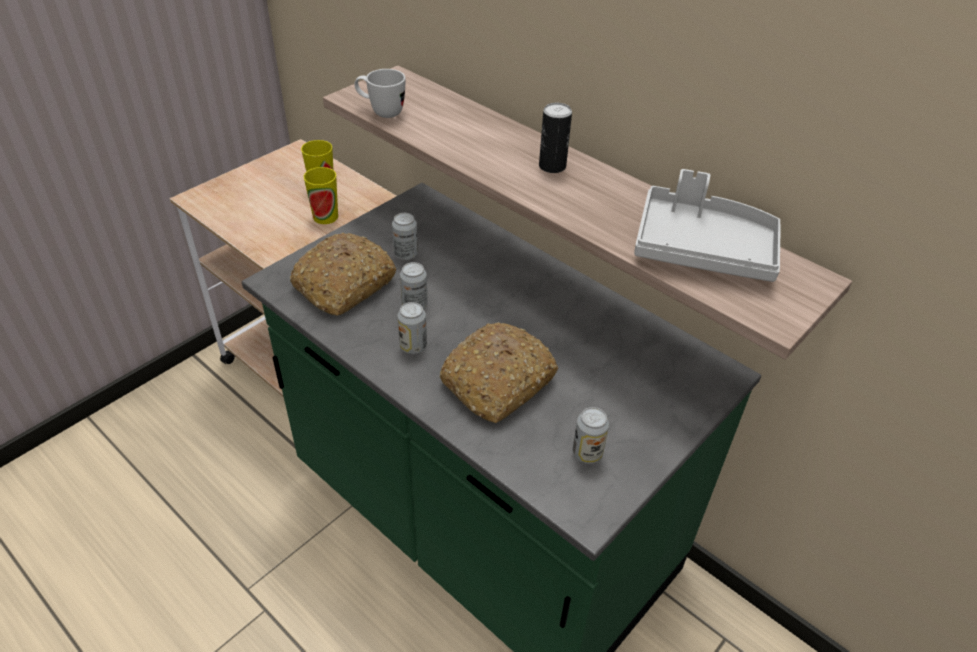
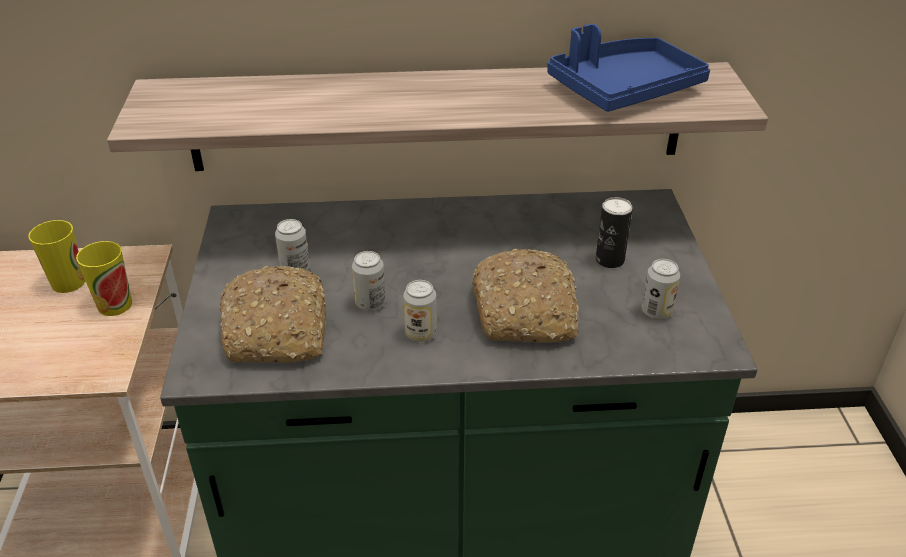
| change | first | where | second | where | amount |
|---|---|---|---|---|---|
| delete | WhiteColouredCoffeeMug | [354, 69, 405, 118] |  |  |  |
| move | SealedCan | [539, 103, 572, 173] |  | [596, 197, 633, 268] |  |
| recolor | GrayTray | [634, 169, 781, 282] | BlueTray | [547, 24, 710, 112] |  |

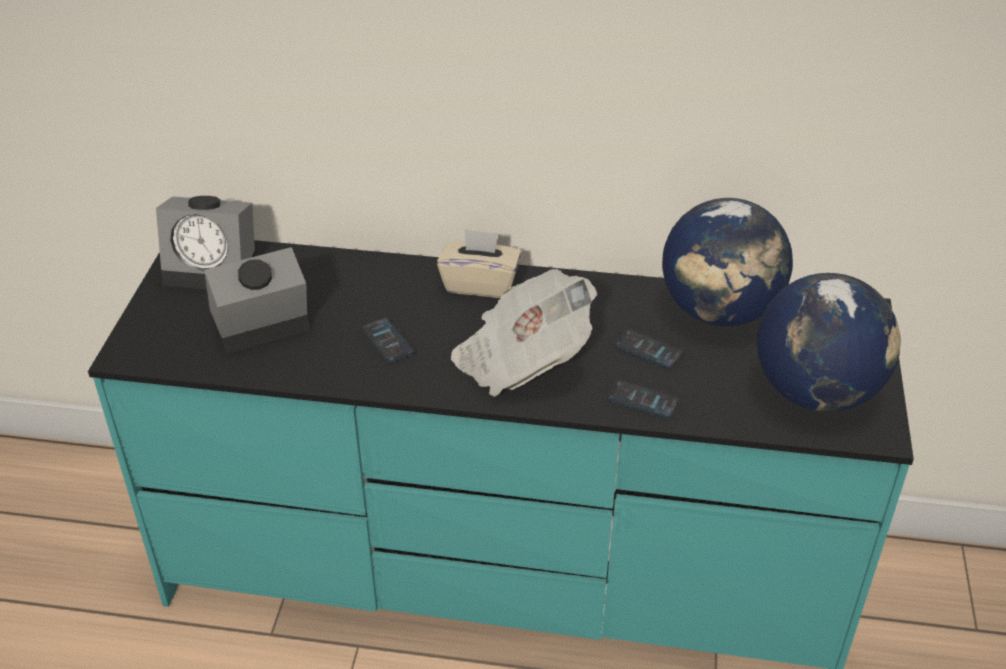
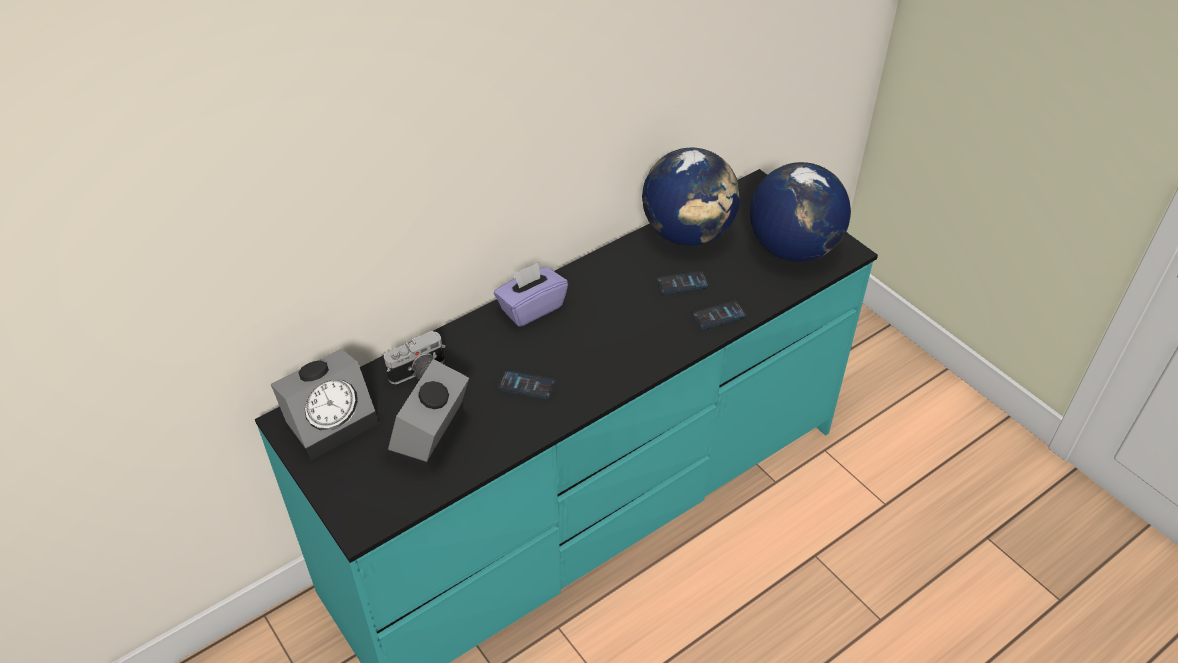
| change | first | where | second | where | amount |
|---|---|---|---|---|---|
| delete | PrintedPaper | [451, 269, 597, 397] |  |  |  |
| insert |  |  | PhotoCamera | [384, 331, 445, 384] |  |
| recolor | BeigeTissueHolder | [437, 229, 522, 298] | PurpleTissueHolder | [494, 262, 568, 327] |  |

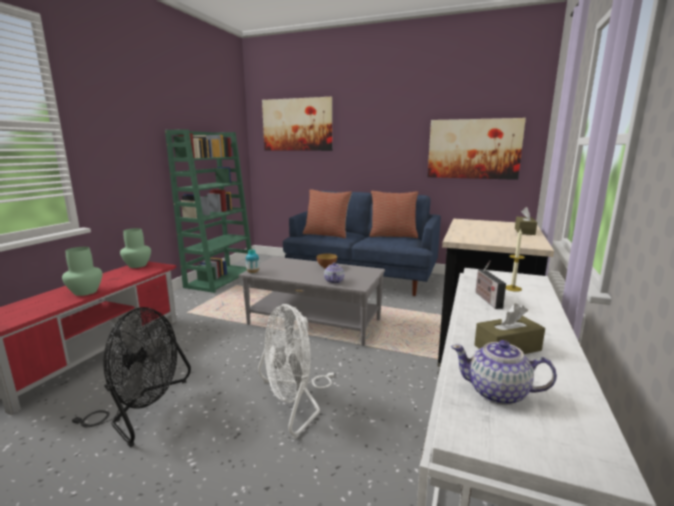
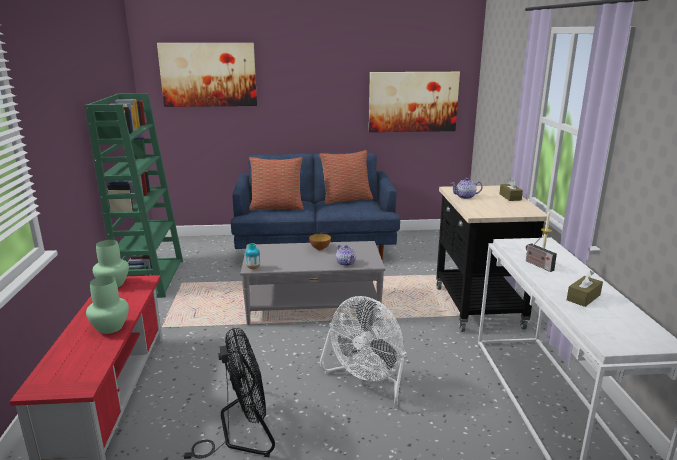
| change | first | where | second | where | amount |
|---|---|---|---|---|---|
| move | TeaPot | [451, 340, 557, 405] |  | [450, 178, 483, 199] |  |

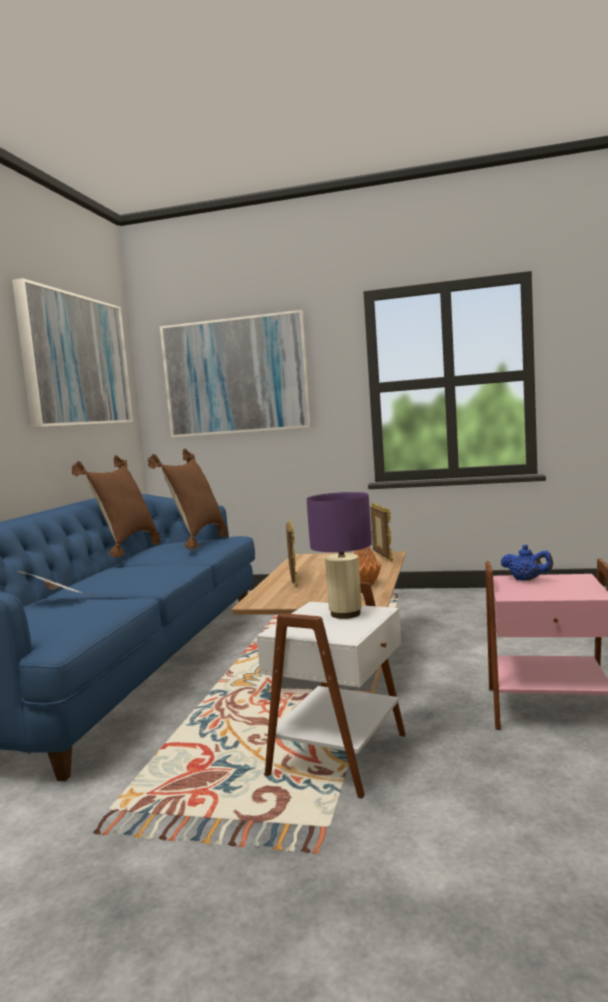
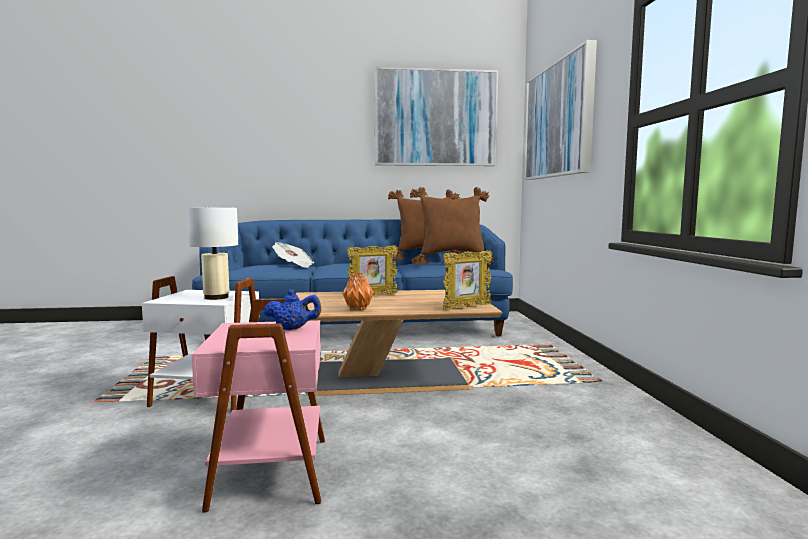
| change | first | where | second | where | amount |
|---|---|---|---|---|---|
| recolor | PurpleTableLamp | [307, 492, 372, 619] | WhiteColouredTableLamp | [187, 208, 238, 300] |  |
| rotate | BlueTeaPot | [501, 545, 553, 581] |  | [264, 289, 321, 330] | 105 degrees counterclockwise |

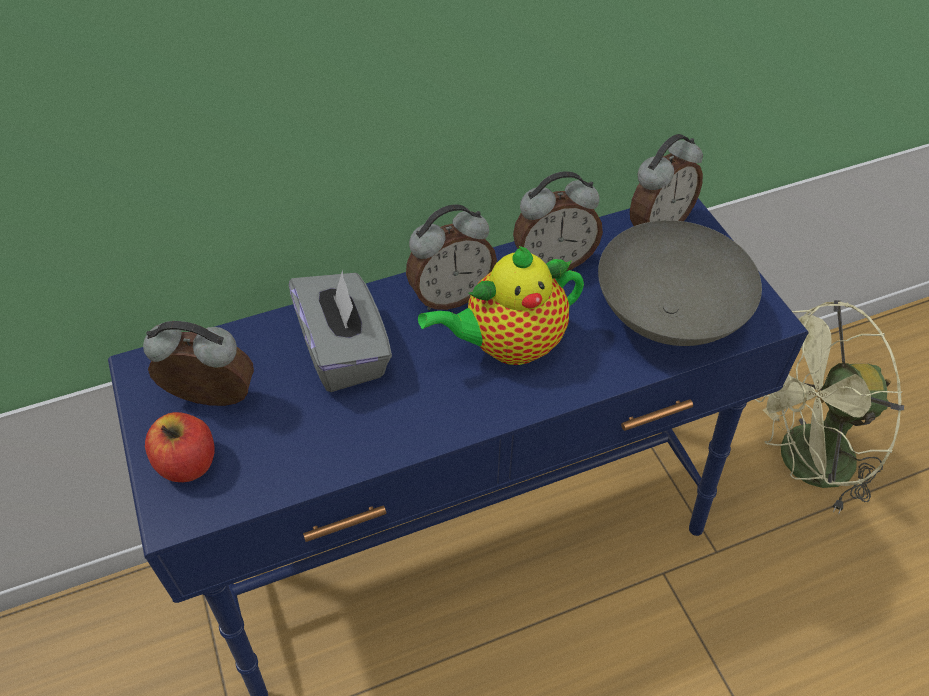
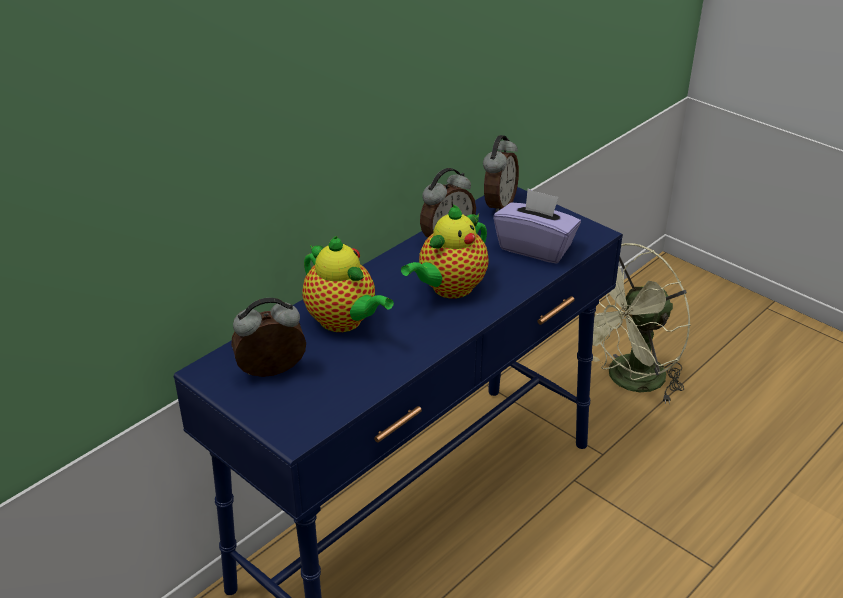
| change | first | where | second | where | amount |
|---|---|---|---|---|---|
| delete | AppleFruit | [145, 412, 215, 482] |  |  |  |
| delete | TableClock | [406, 204, 497, 310] |  |  |  |
| replace | GrayTissueHolder | [289, 270, 392, 392] | TeaPot | [302, 236, 394, 332] |  |
| replace | GrayBowl | [598, 220, 762, 346] | PurpleTissueHolder | [493, 189, 581, 264] |  |

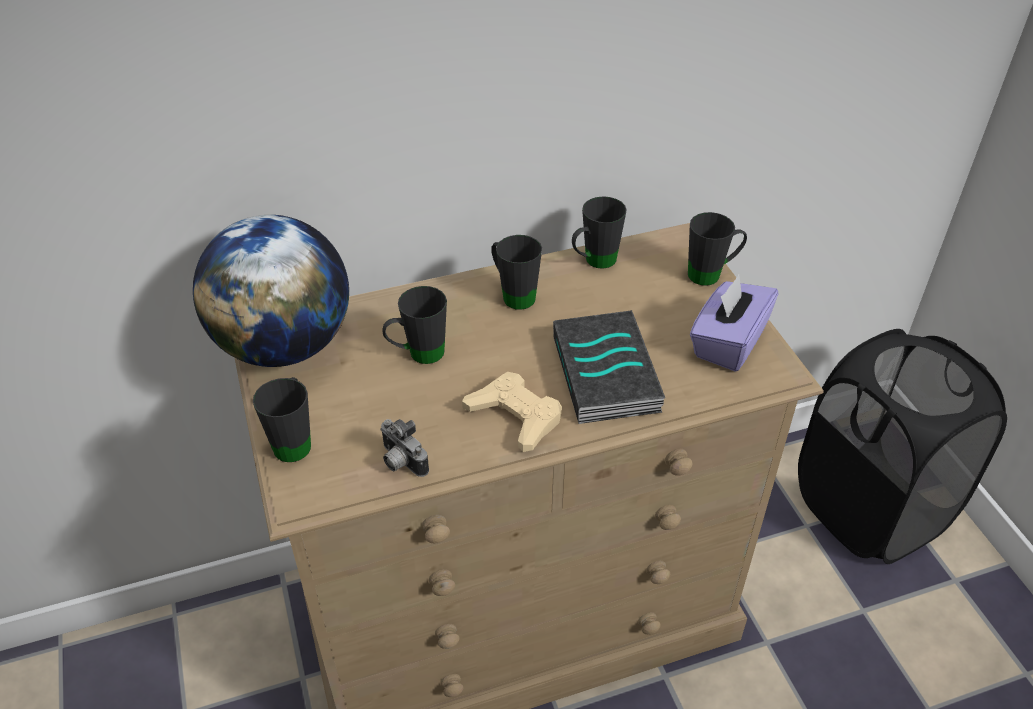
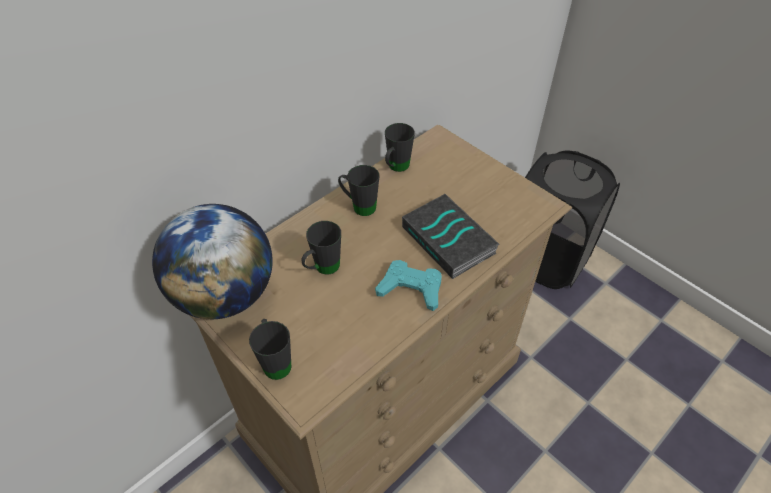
| change | first | where | second | where | amount |
|---|---|---|---|---|---|
| delete | PhotoCamera | [381, 419, 429, 477] |  |  |  |
| delete | BlackishCoffeeMug | [688, 212, 747, 286] |  |  |  |
| delete | PurpleTissueHolder | [690, 275, 778, 372] |  |  |  |
| recolor | BeigeGamepad | [462, 372, 562, 452] | BlueGreenGamepad | [375, 260, 442, 311] |  |

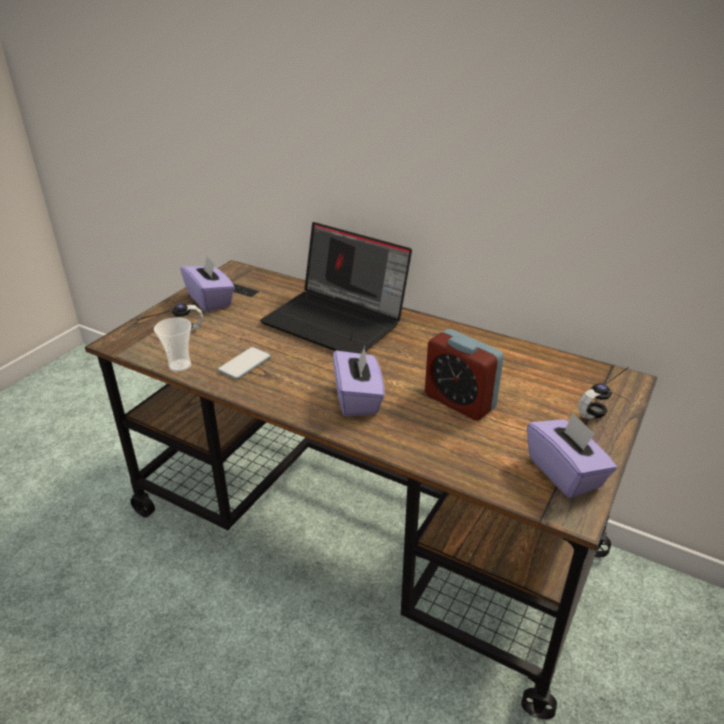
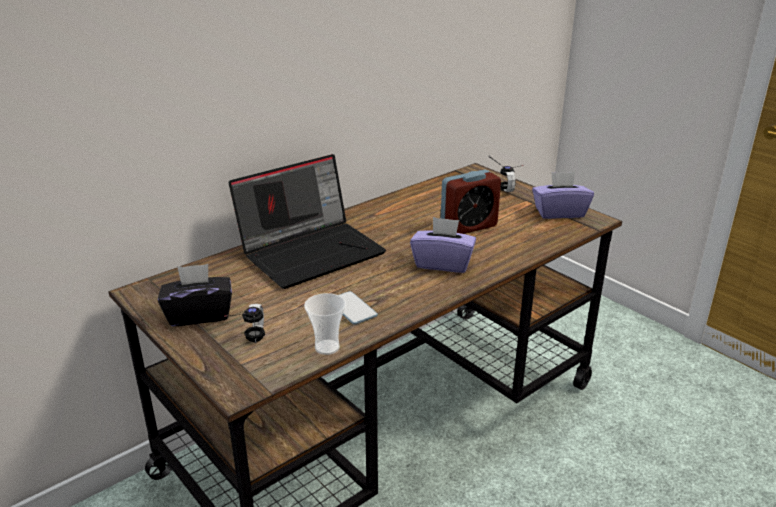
| change | first | where | second | where | amount |
|---|---|---|---|---|---|
| recolor | PurpleTissueHolder | [181, 256, 235, 312] | BlackishTissueHolder | [158, 264, 232, 327] |  |

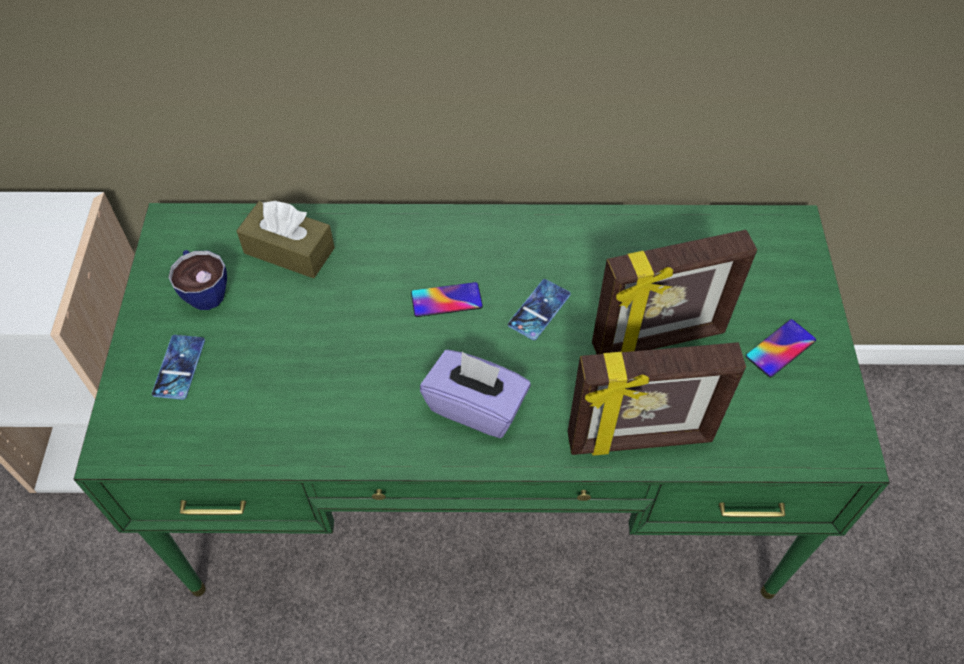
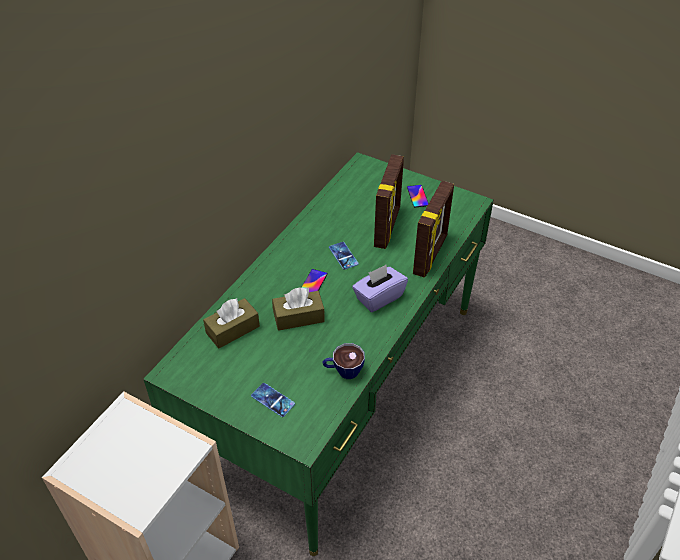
| change | first | where | second | where | amount |
|---|---|---|---|---|---|
| insert |  |  | BrownColouredTissueHolder | [272, 287, 325, 331] |  |
| move | SmallCup | [168, 250, 227, 310] |  | [322, 343, 365, 379] |  |

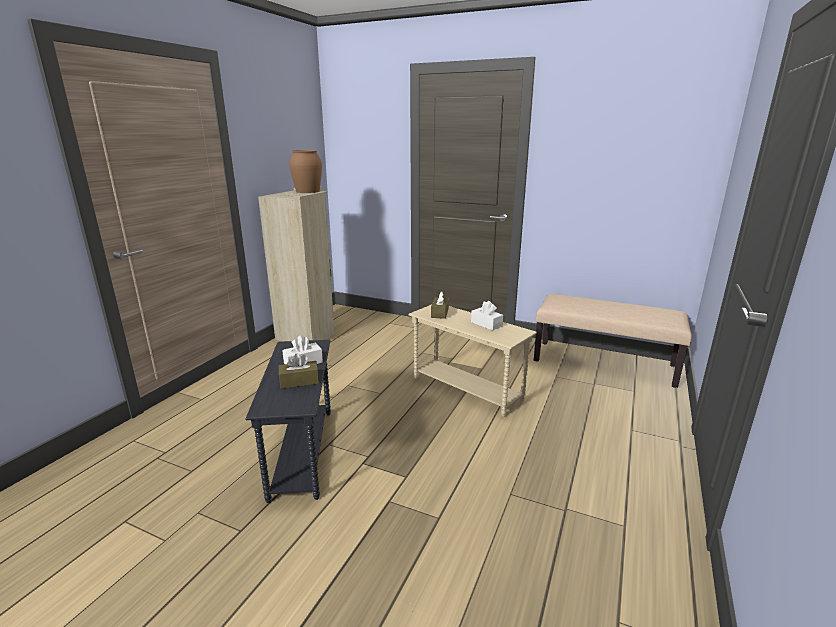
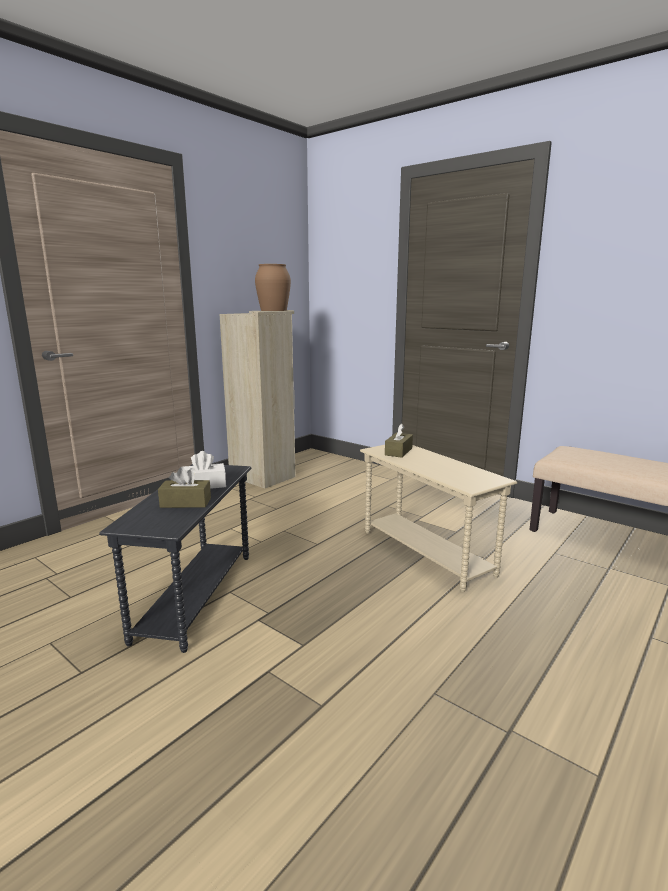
| change | first | where | second | where | amount |
|---|---|---|---|---|---|
| delete | WhiteColouredTissueHolder | [471, 301, 503, 331] |  |  |  |

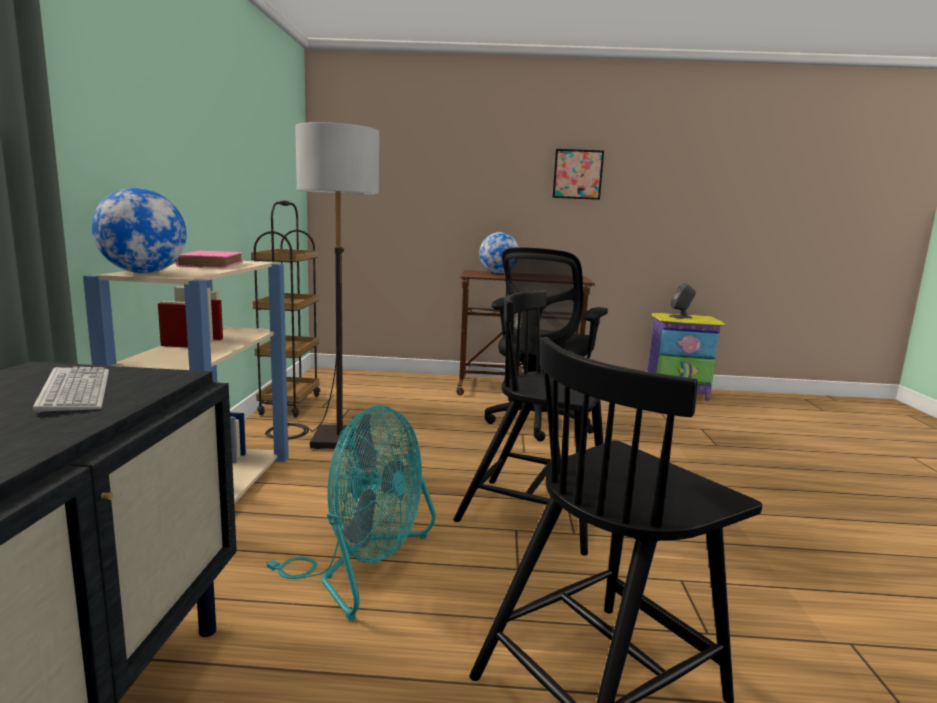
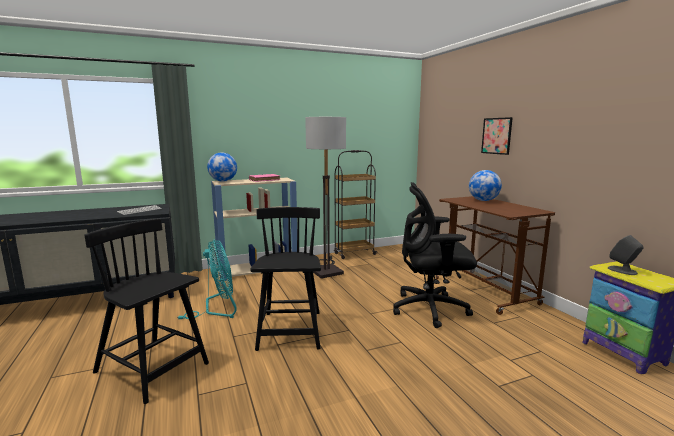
| change | first | where | second | where | amount |
|---|---|---|---|---|---|
| move | WallPicture | [552, 149, 604, 200] |  | [481, 117, 513, 155] |  |
| rotate | BlueGreenElectricFan | [267, 405, 436, 621] |  | [177, 240, 237, 319] | 105 degrees counterclockwise |

